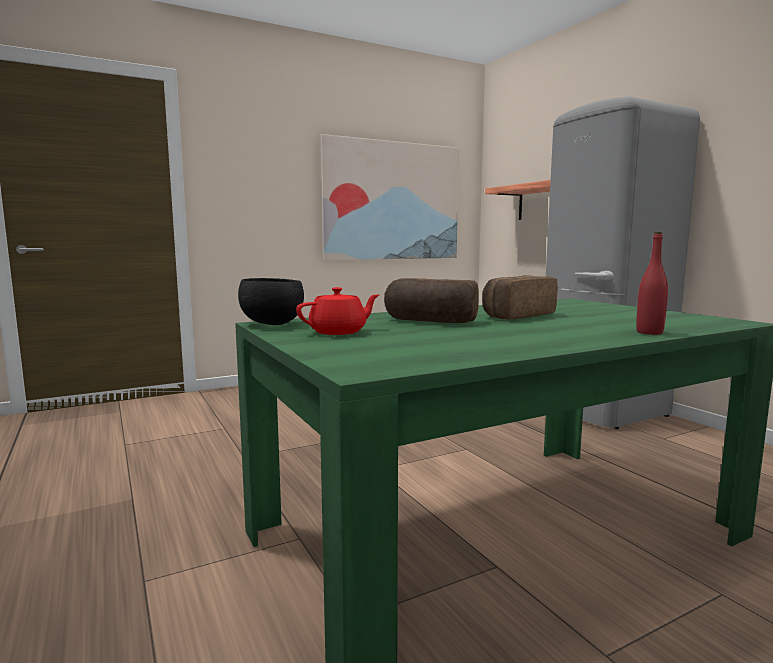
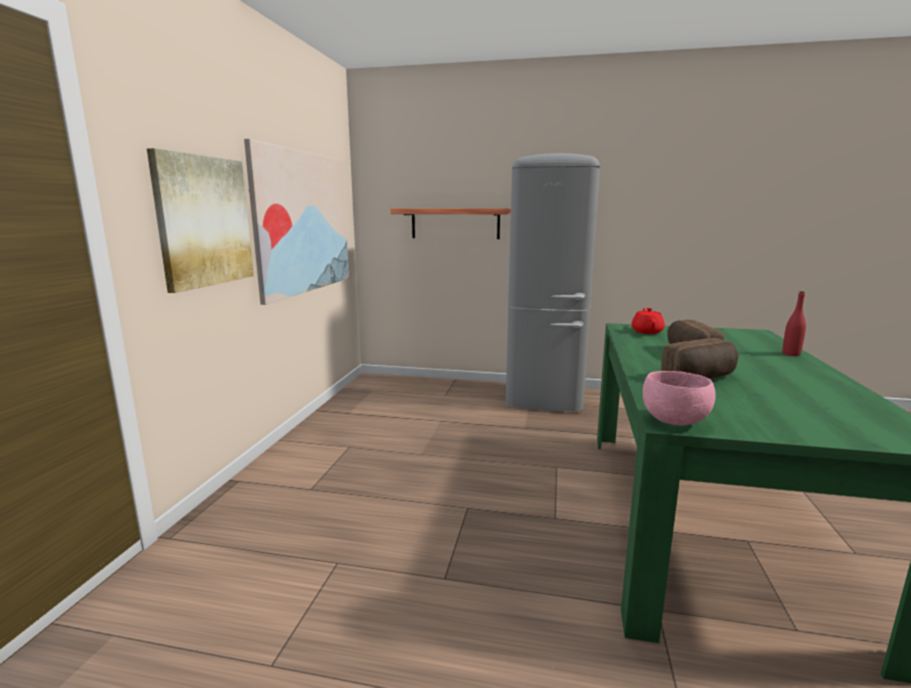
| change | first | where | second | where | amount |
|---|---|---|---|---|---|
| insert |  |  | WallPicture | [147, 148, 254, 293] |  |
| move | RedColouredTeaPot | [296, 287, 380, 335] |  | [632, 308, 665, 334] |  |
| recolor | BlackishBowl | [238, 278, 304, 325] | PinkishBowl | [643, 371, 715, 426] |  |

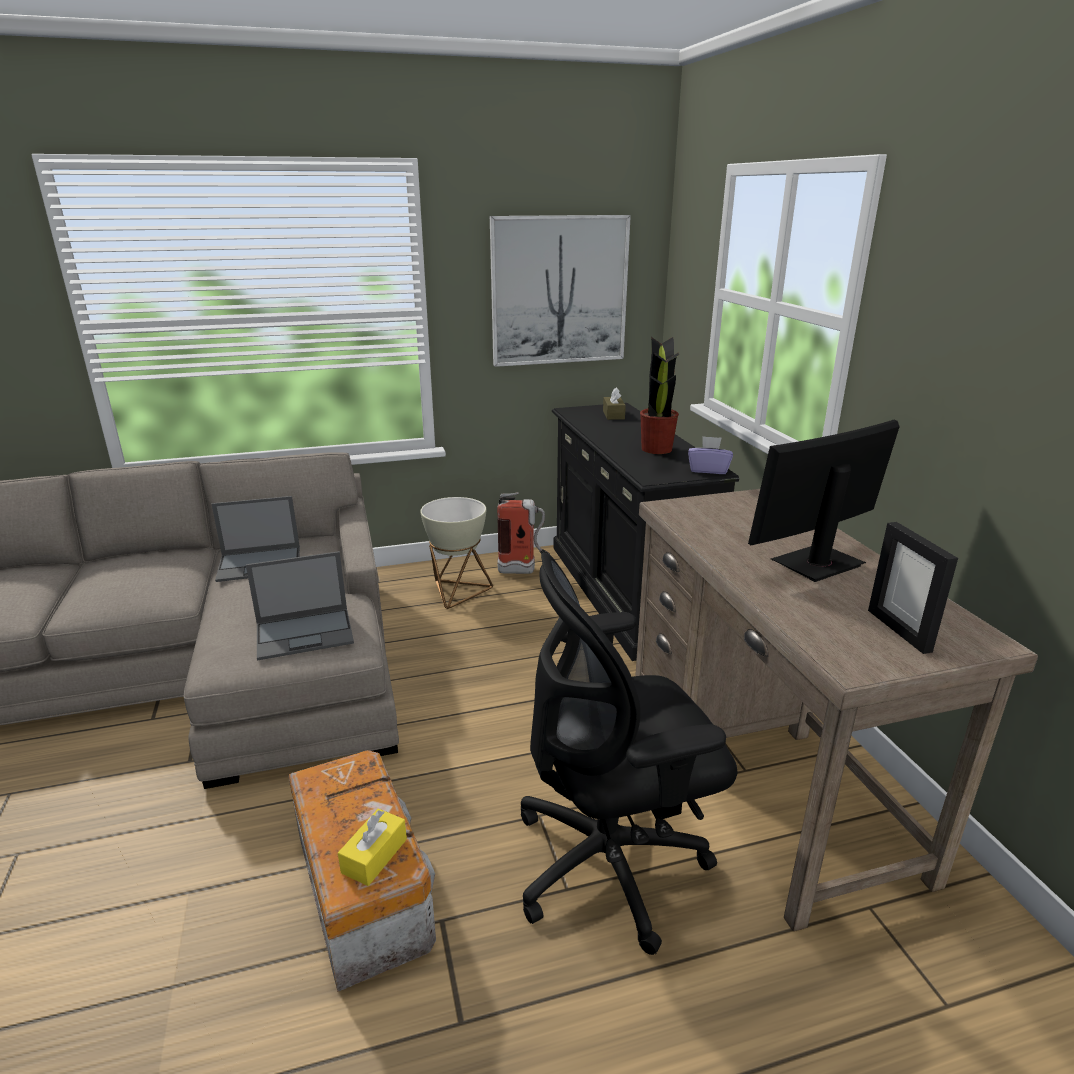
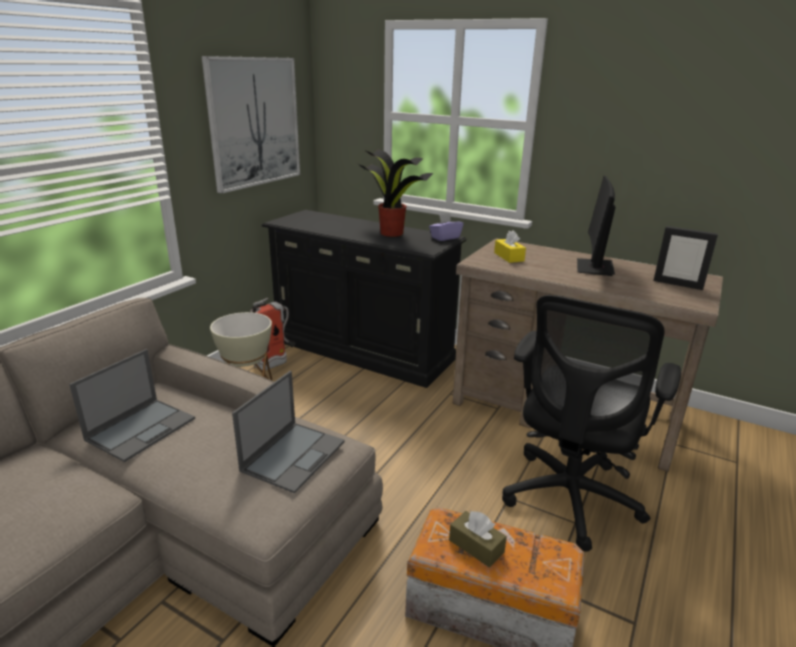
| change | first | where | second | where | amount |
|---|---|---|---|---|---|
| move | YellowishTissueHolder | [338, 809, 407, 886] |  | [494, 230, 526, 263] |  |
| move | BrownColouredTissueHolder | [603, 387, 626, 420] |  | [449, 511, 507, 567] |  |

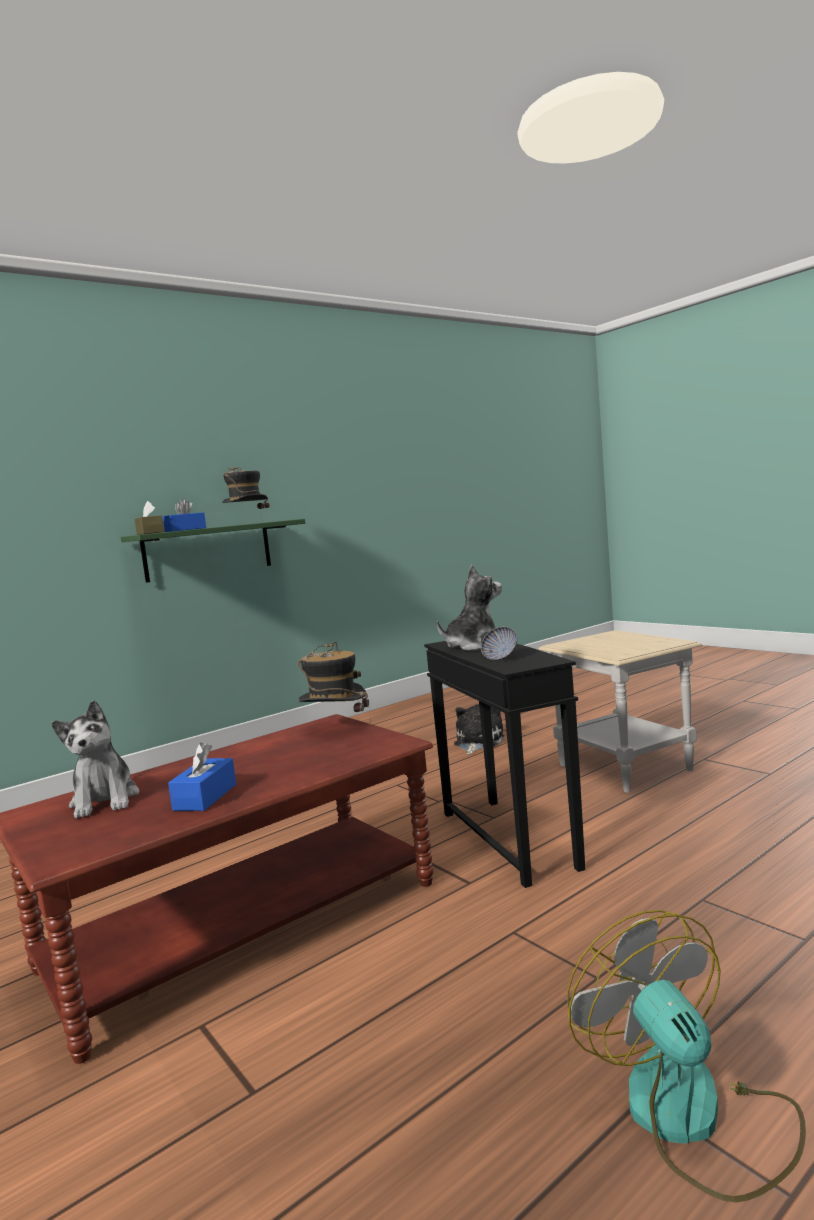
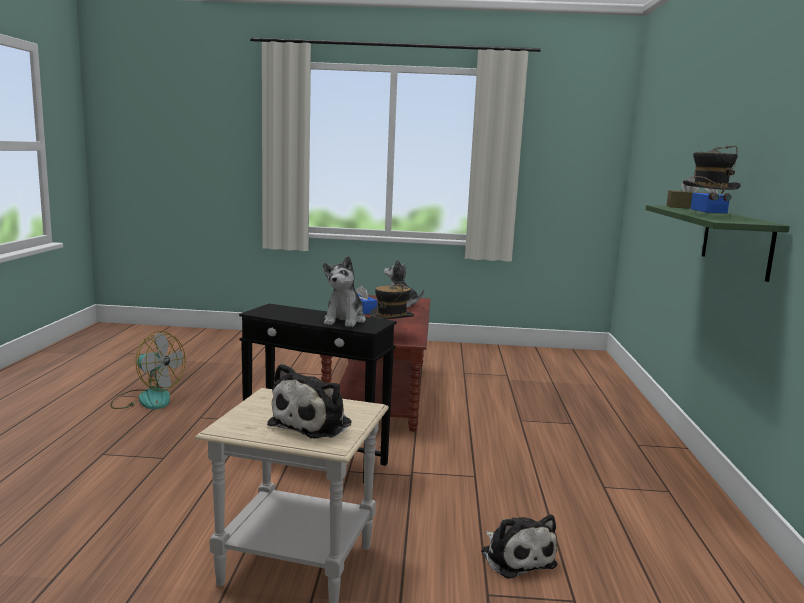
| change | first | where | second | where | amount |
|---|---|---|---|---|---|
| delete | Bowl | [481, 627, 517, 661] |  |  |  |
| insert |  |  | PlushToy | [267, 364, 352, 439] |  |

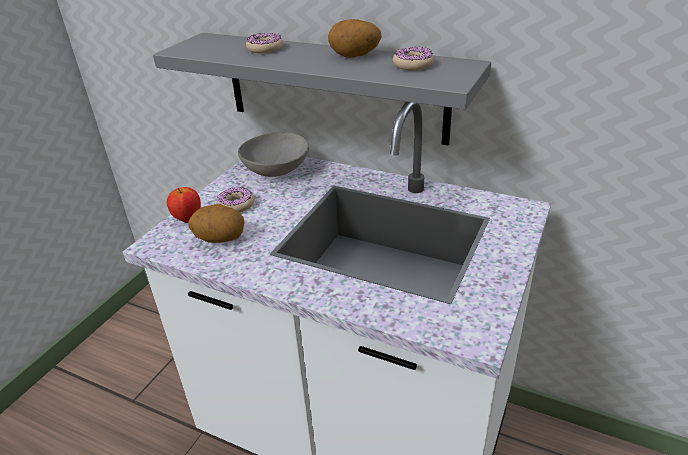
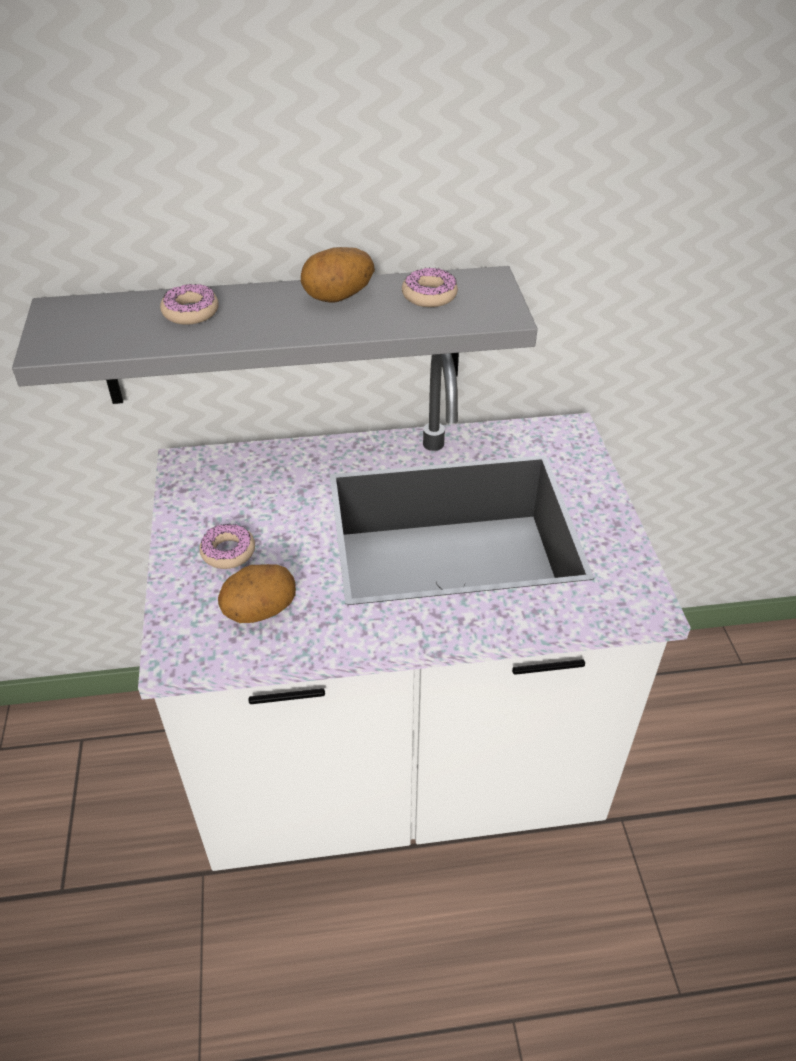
| change | first | where | second | where | amount |
|---|---|---|---|---|---|
| delete | AppleFruit | [167, 187, 201, 223] |  |  |  |
| delete | GrayBowl | [238, 132, 309, 177] |  |  |  |

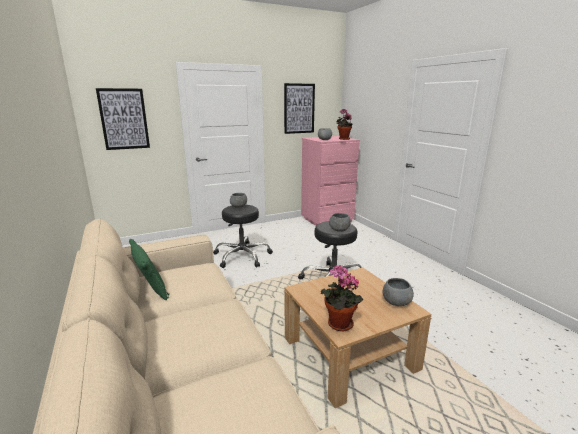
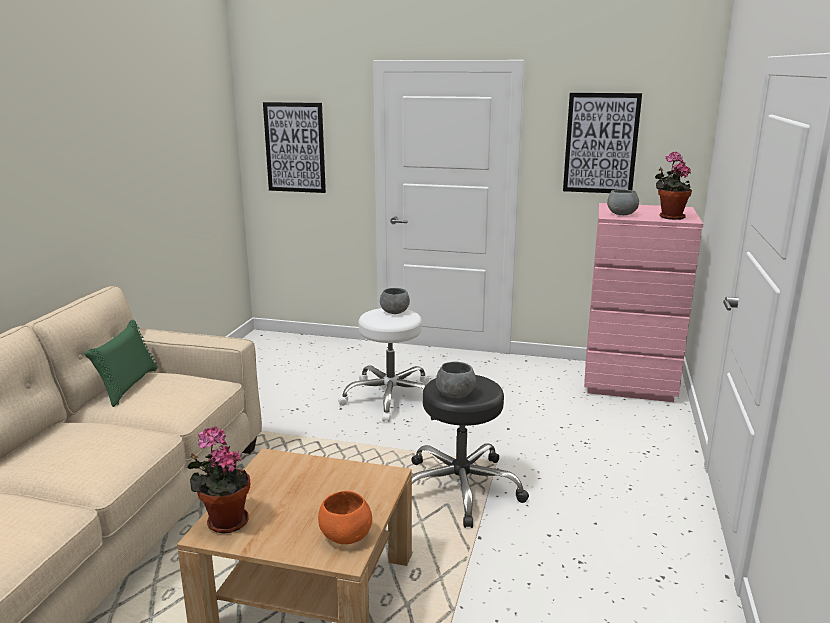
| change | first | where | second | where | amount |
|---|---|---|---|---|---|
| recolor | BlackishStool | [213, 205, 273, 268] | WhiteColouredStool | [338, 308, 429, 422] |  |
| recolor | GrayBowl | [383, 278, 414, 306] | OrangeColouredBowl | [318, 491, 372, 544] |  |

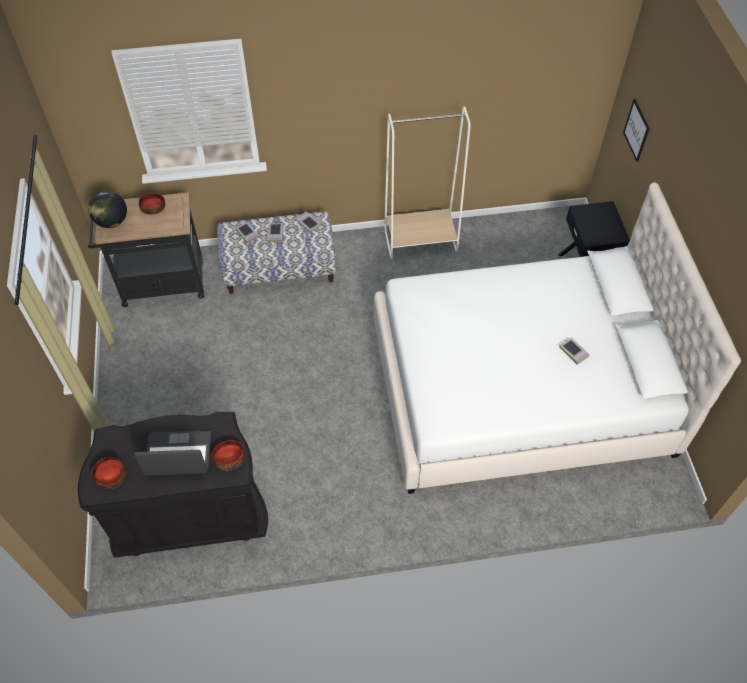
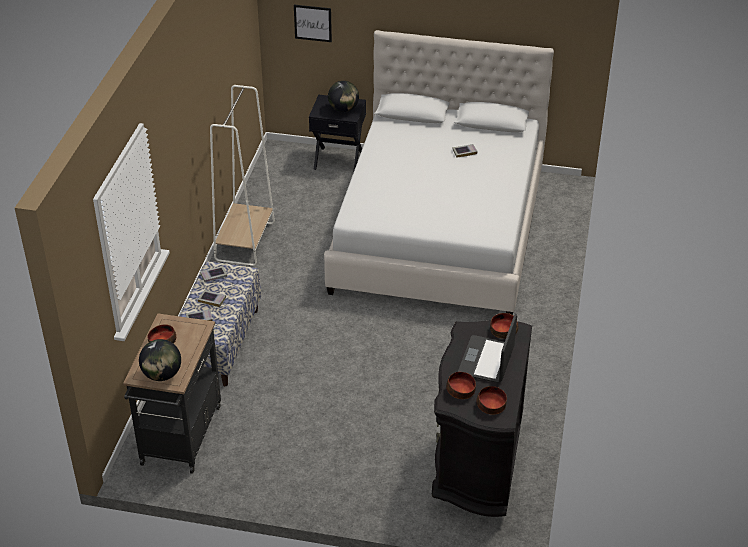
| change | first | where | second | where | amount |
|---|---|---|---|---|---|
| insert |  |  | WorldGlobe | [328, 81, 359, 112] |  |
| insert |  |  | Bowl | [446, 372, 476, 399] |  |

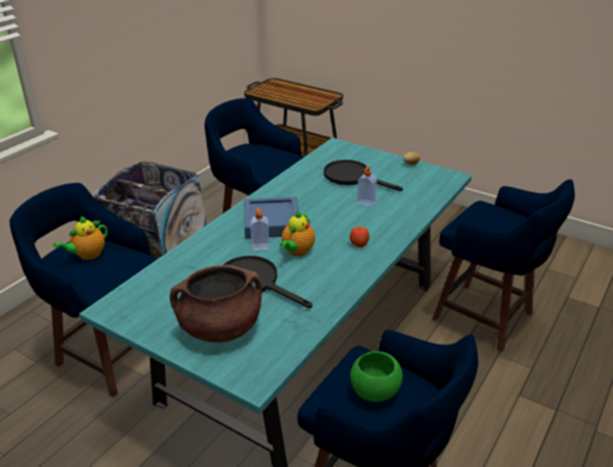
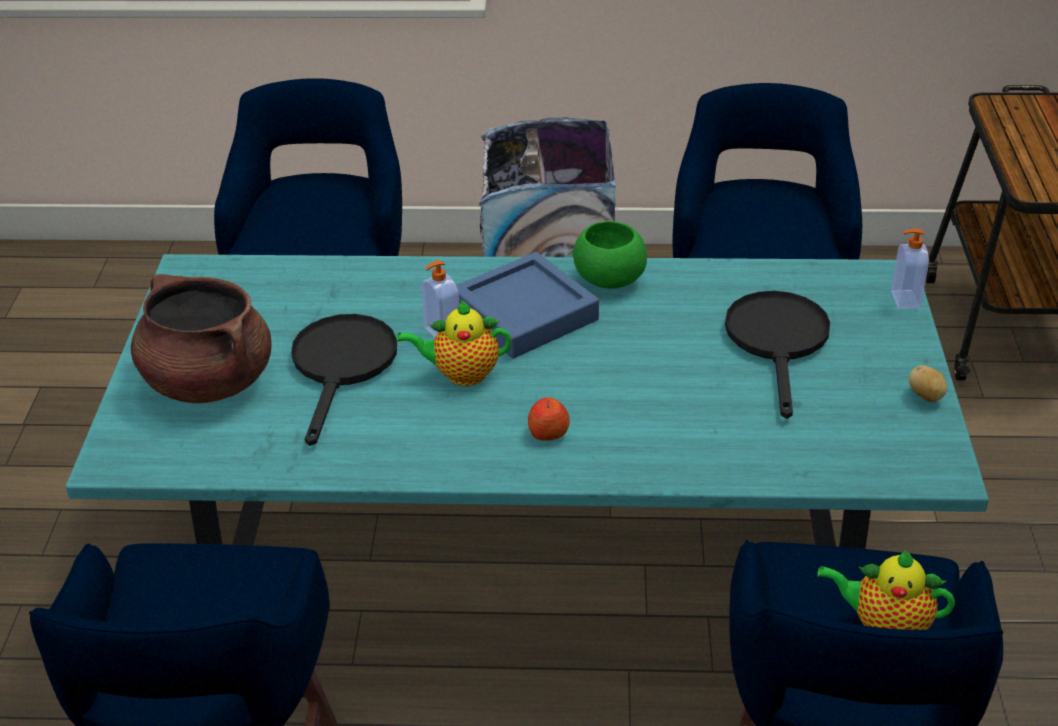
| change | first | where | second | where | amount |
|---|---|---|---|---|---|
| move | TeaPot | [53, 216, 108, 260] |  | [817, 550, 955, 630] |  |
| move | GreenBowl | [350, 351, 403, 402] |  | [573, 221, 647, 289] |  |
| move | SoapBottle | [357, 166, 377, 207] |  | [891, 229, 929, 309] |  |

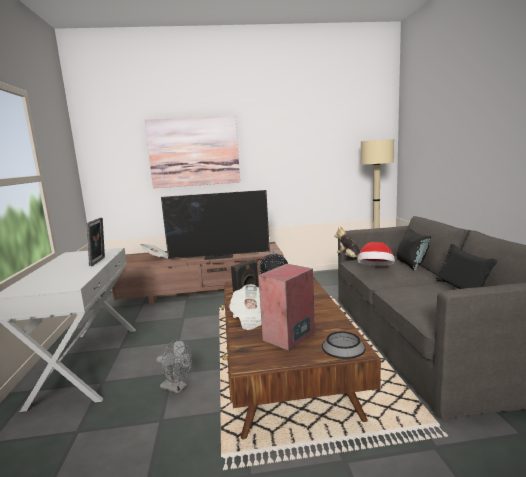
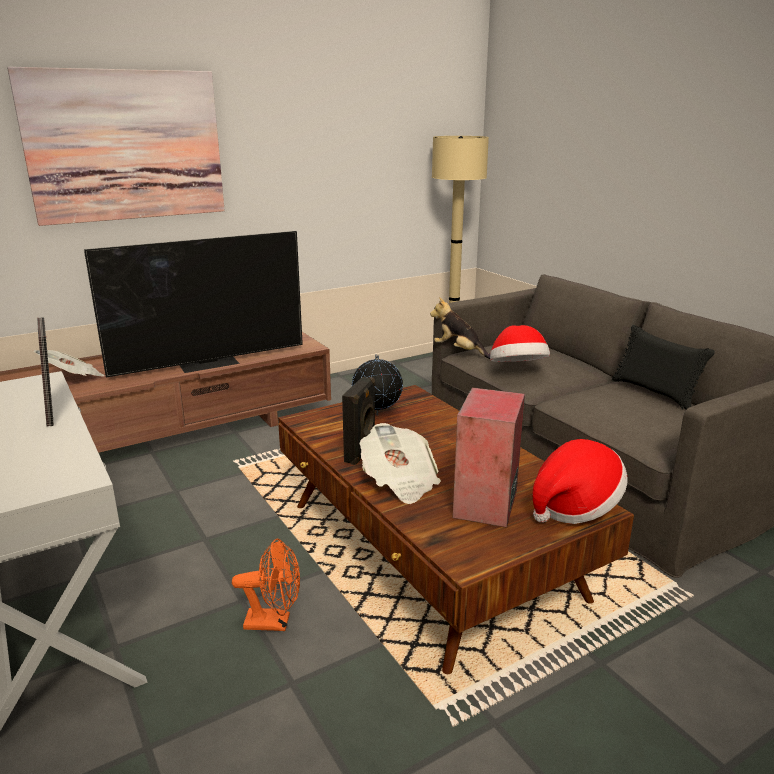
| change | first | where | second | where | amount |
|---|---|---|---|---|---|
| delete | BlackishPillow | [397, 228, 431, 271] |  |  |  |
| replace | Bowl | [322, 331, 366, 359] | Hat | [533, 439, 627, 524] |  |
| recolor | GrayElectricFan | [156, 339, 192, 393] | OrangeColouredElectricFan | [232, 539, 300, 631] |  |

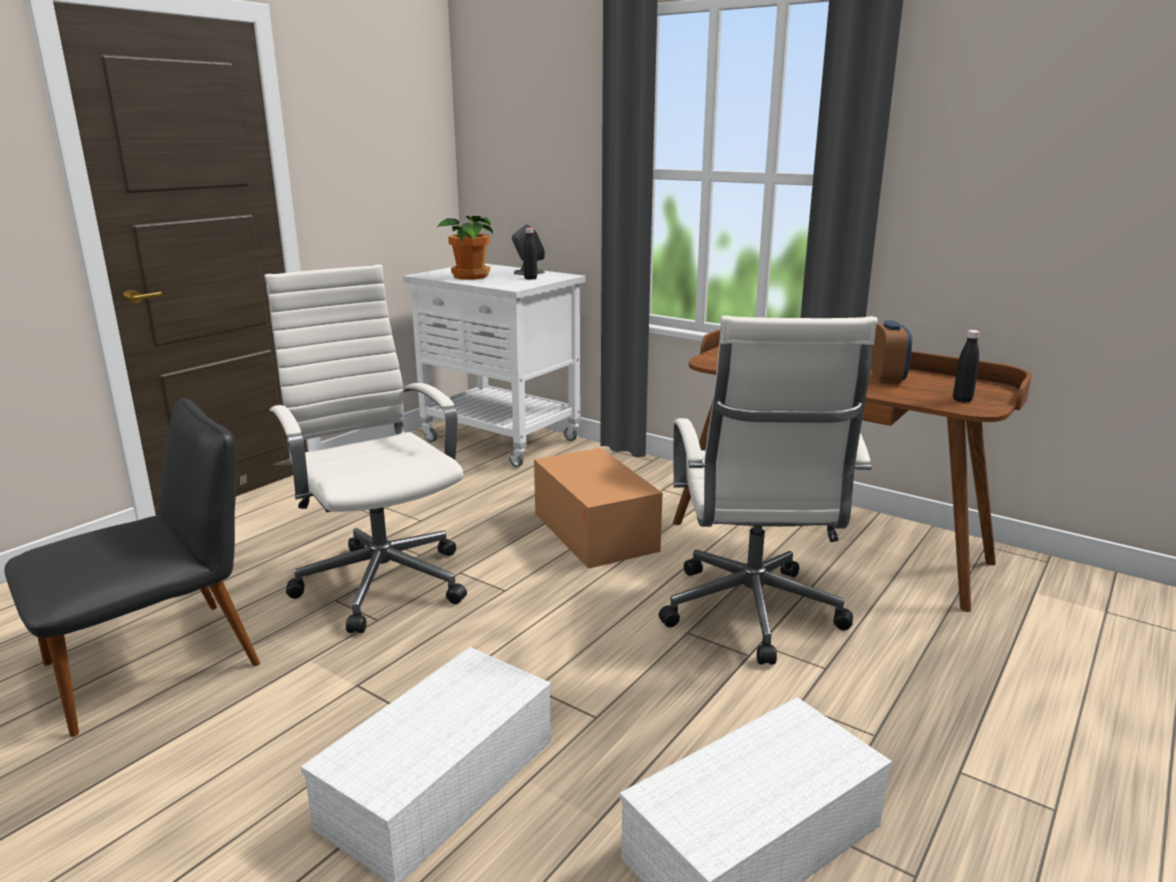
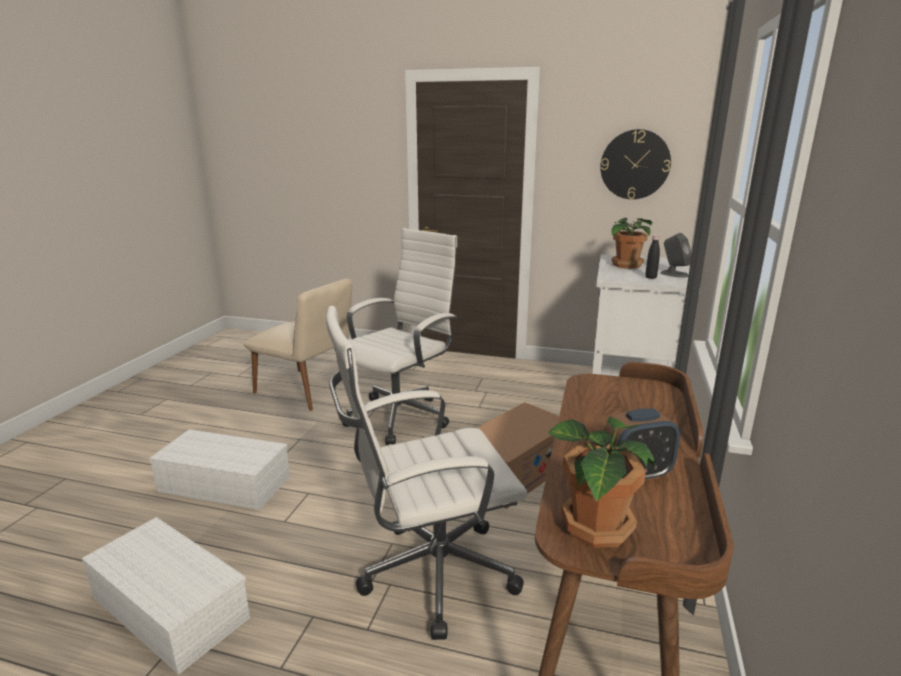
| change | first | where | second | where | amount |
|---|---|---|---|---|---|
| insert |  |  | ClockOnTheWall | [600, 129, 671, 199] |  |
| replace | BlackishBottle | [953, 330, 980, 402] | PlantInAPot | [548, 417, 654, 548] |  |
| recolor | BlackishPlainChair | [4, 398, 260, 737] | BeigePlainChair | [243, 278, 352, 411] |  |

